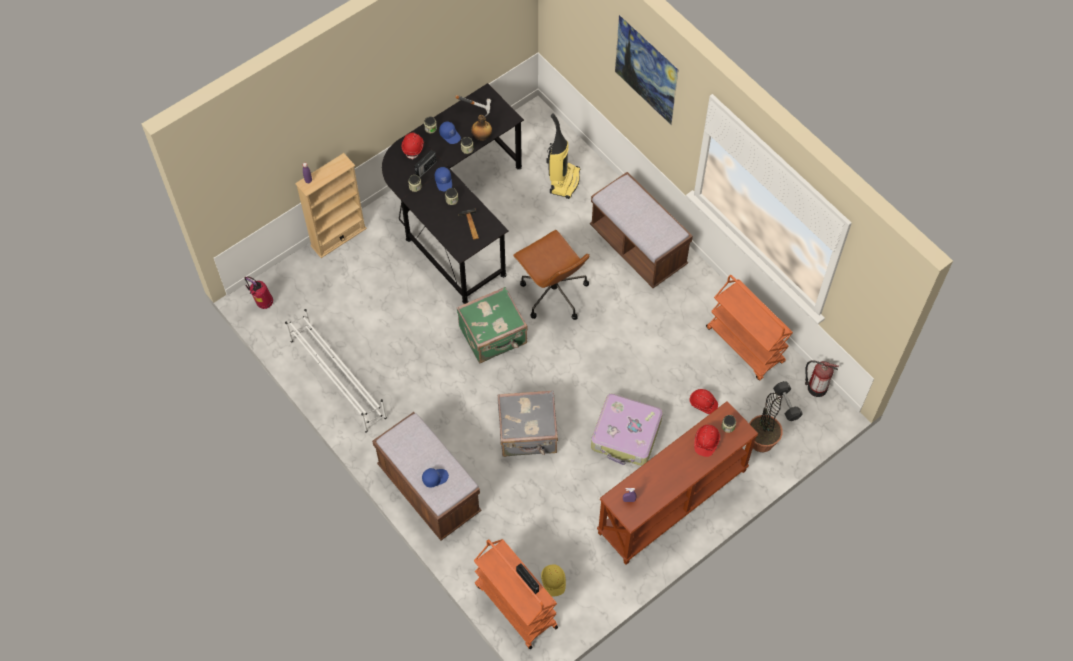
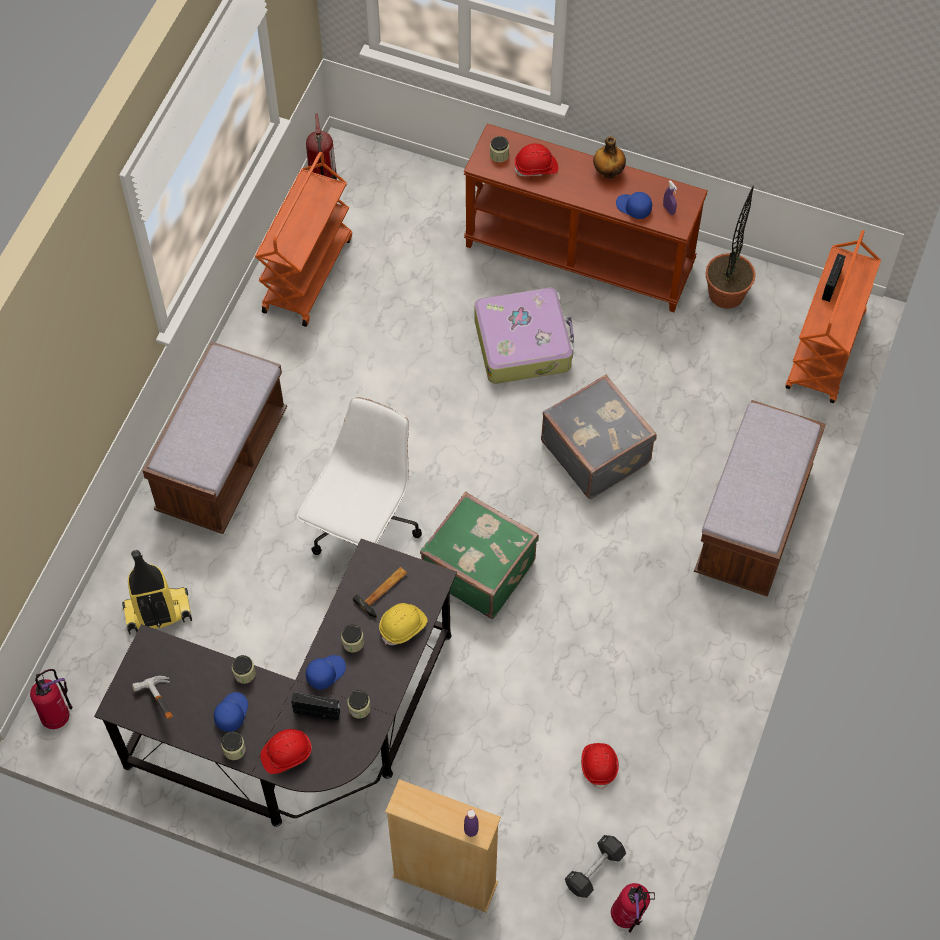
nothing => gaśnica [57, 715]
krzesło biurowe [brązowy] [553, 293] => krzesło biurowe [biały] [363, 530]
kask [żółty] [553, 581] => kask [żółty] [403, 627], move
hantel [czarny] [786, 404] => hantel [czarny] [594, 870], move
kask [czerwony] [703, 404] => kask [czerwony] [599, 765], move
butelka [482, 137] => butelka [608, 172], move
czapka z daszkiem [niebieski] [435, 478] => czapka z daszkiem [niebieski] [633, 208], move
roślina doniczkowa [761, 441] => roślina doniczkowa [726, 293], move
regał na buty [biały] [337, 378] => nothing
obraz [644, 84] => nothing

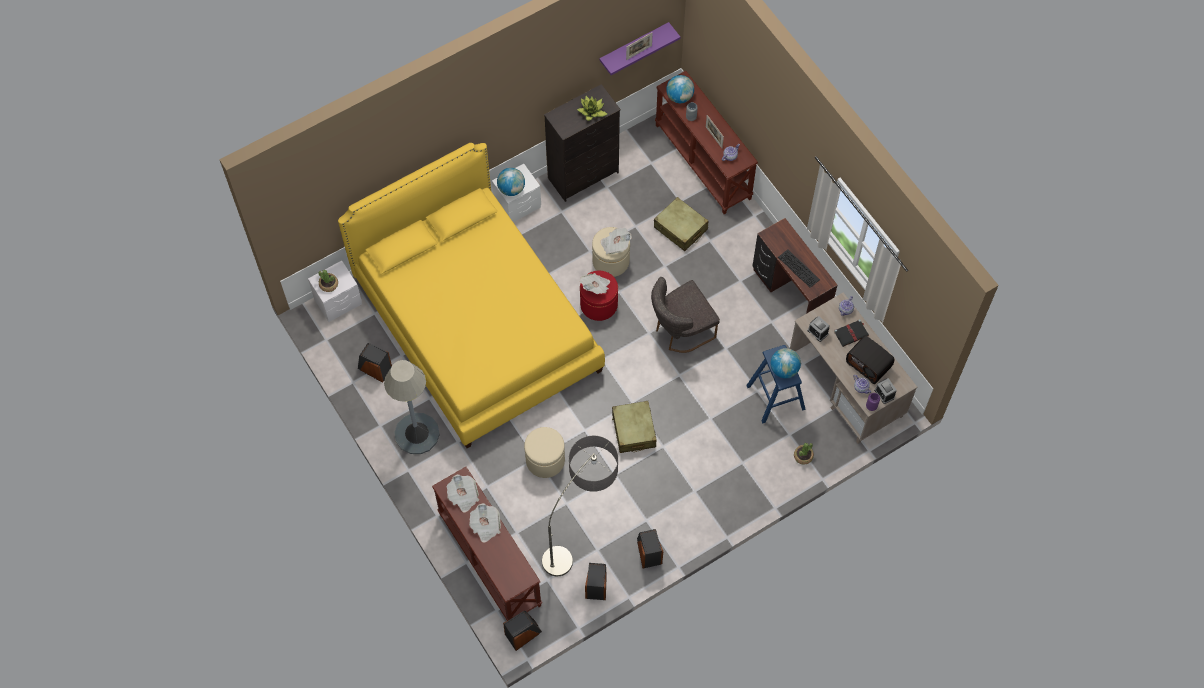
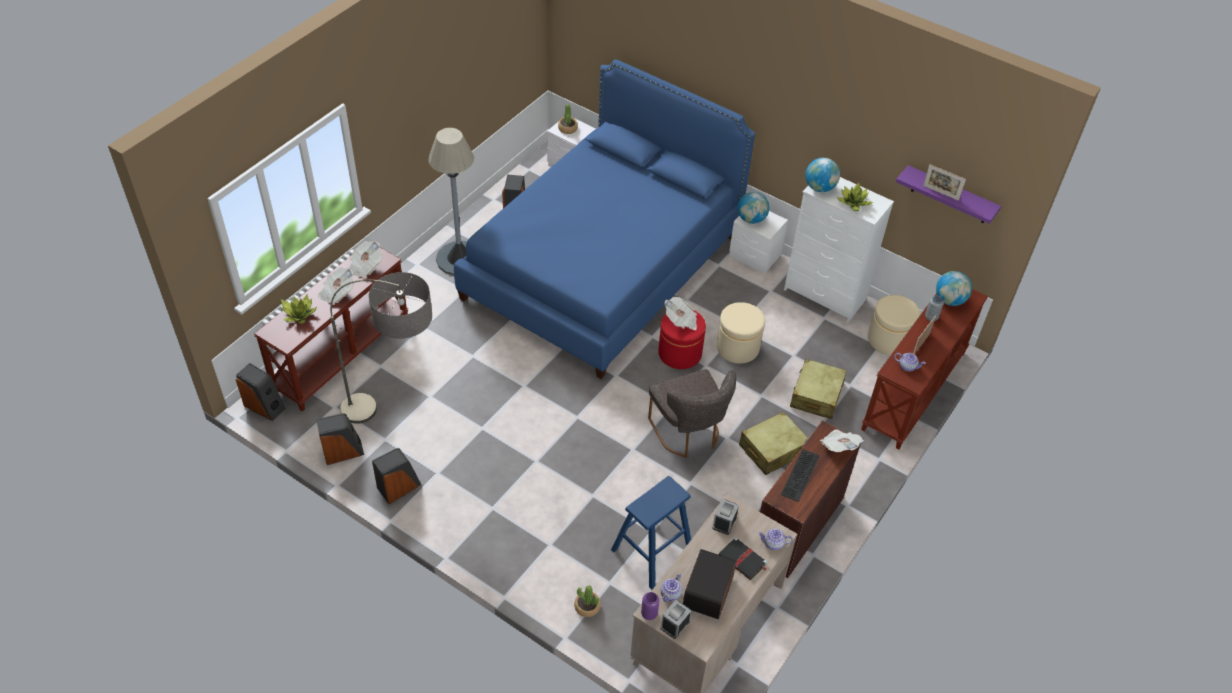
nothing => roślina doniczkowa [299, 314]
łóżko [żółty] [477, 324] => łóżko [niebieski] [602, 266]
krzesło [szary] [680, 331] => krzesło [szary] [688, 434], 150 degrees counterclockwise
walizka [beżowy] [633, 431] => walizka [beżowy] [772, 450], move
komoda [czarny] [584, 175] => komoda [biały] [825, 296]
globus [784, 369] => globus [820, 188], move
gazeta [615, 245] => gazeta [839, 446], move
pufa [beżowy] [545, 460] => pufa [beżowy] [888, 339], move

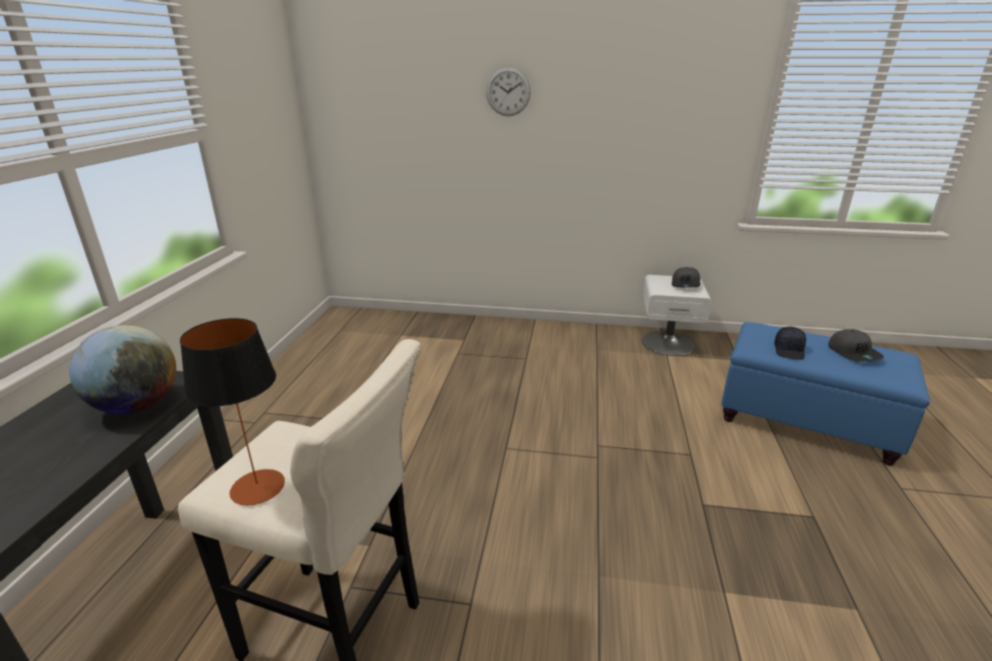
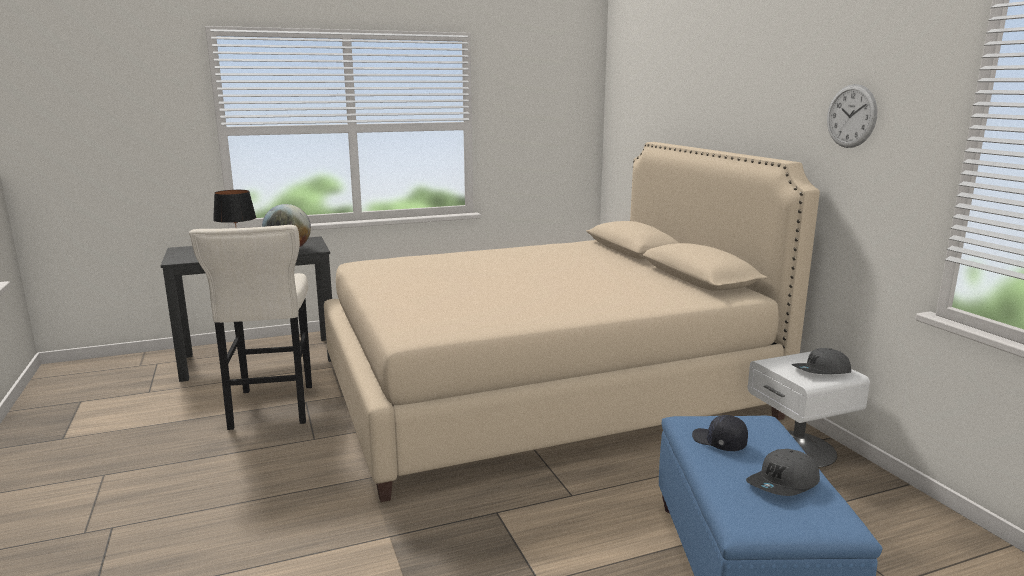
nothing => łóżko [beżowy] [541, 391]
czapka z daszkiem [czarny] [789, 351] => czapka z daszkiem [czarny] [718, 442], 60 degrees clockwise
zegar ścienny [508, 92] => zegar ścienny [851, 116], move

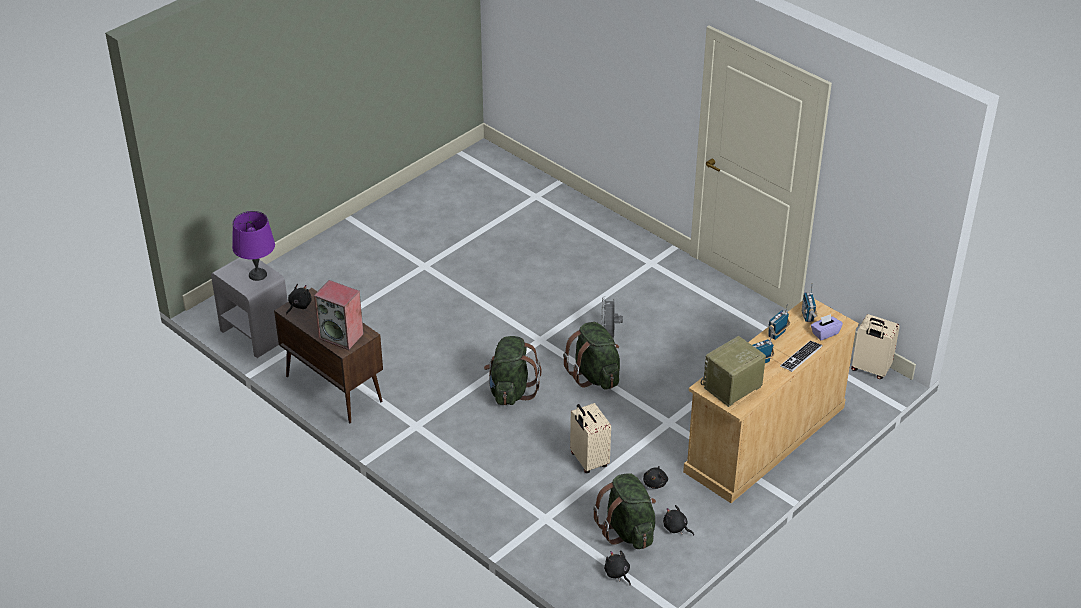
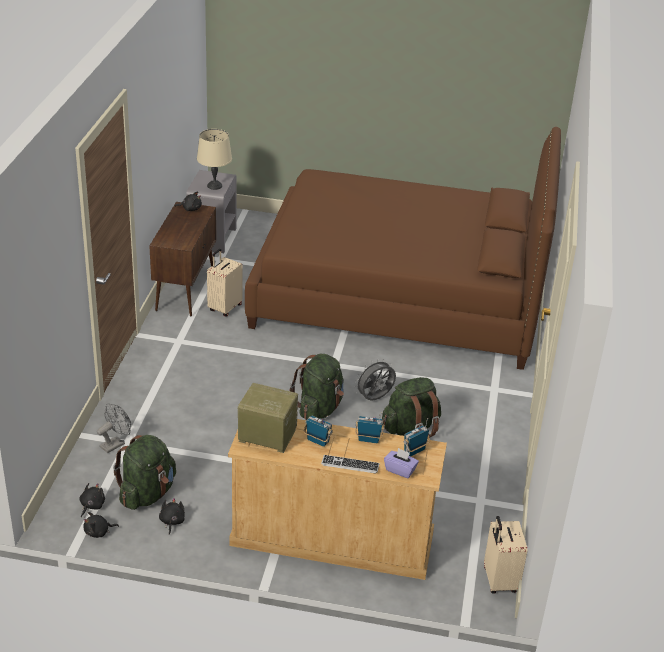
pluszak [czarny] [655, 482] => pluszak [czarny] [98, 532], move
nothing => wentylator [szary] [115, 443]
lampa stołowa [fioletowy] [257, 275] => lampa stołowa [beżowy] [214, 185]
walizka [beżowy] [588, 461] => walizka [beżowy] [224, 308], move
nothing => łóżko [brązowy] [399, 295]
plecak [zielony] [511, 391] => plecak [zielony] [410, 429], move
głośnik [342, 336] => nothing

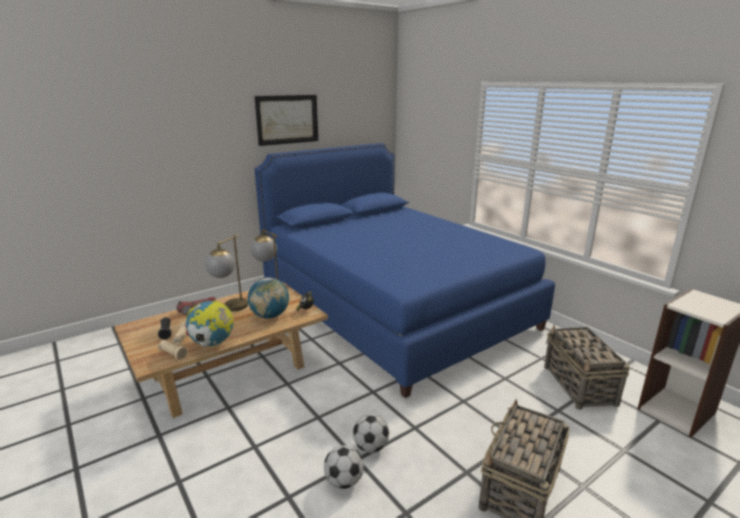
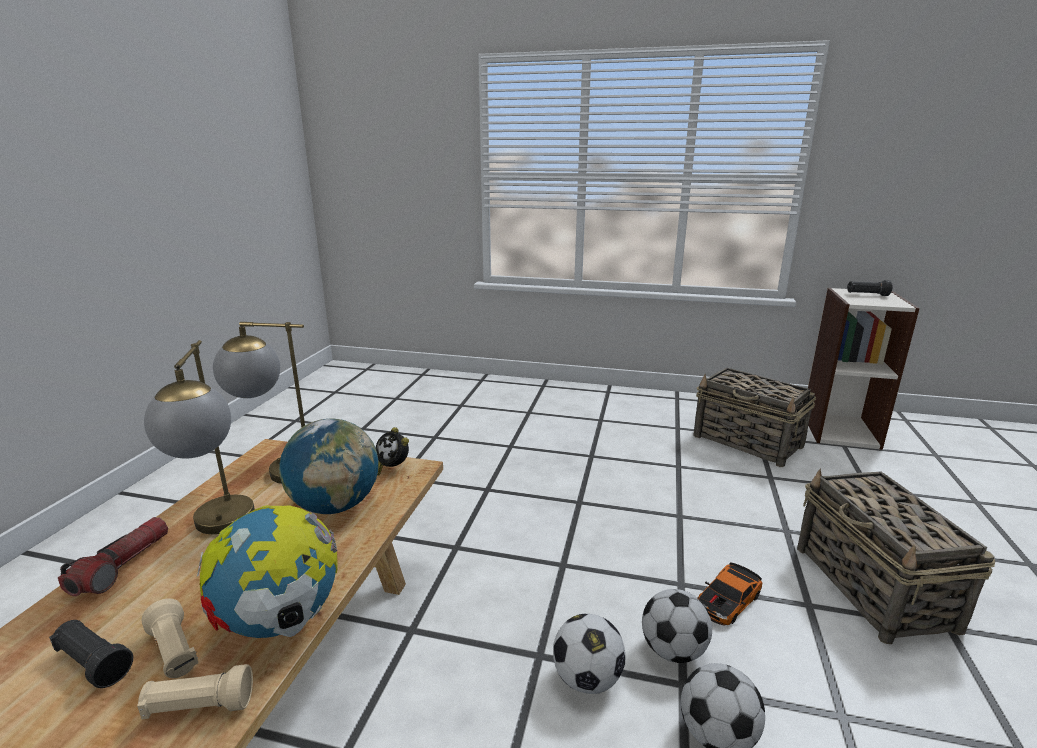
nothing => piłka futbolowa [587, 679]
nothing => samochodzik [728, 601]
nothing => latarka [czarny] [867, 295]
obraz [287, 119] => nothing
łóżko [niebieski] [393, 307] => nothing

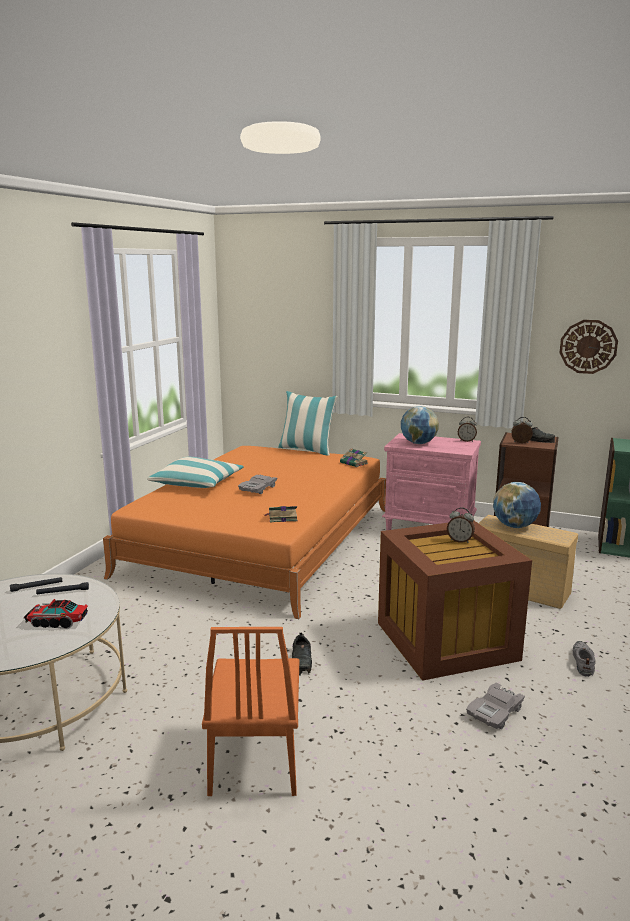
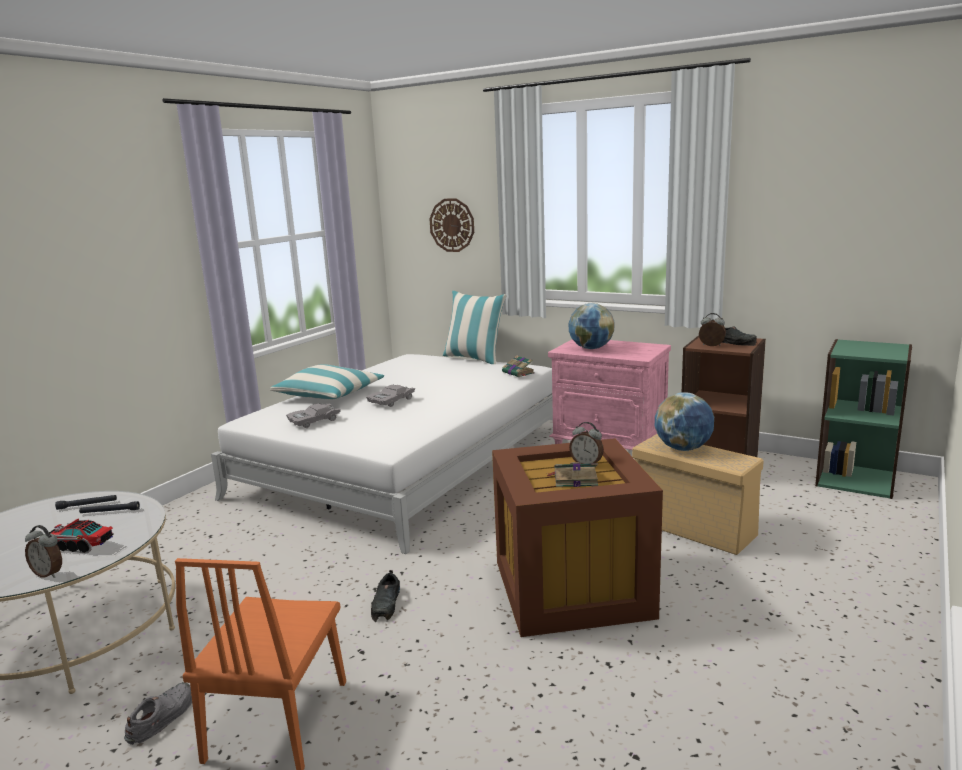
budzik [466, 441] => budzik [49, 573], move
but [szary] [583, 661] => but [szary] [162, 716], move
łóżko [pomarańczowy] [262, 541] => łóżko [biały] [406, 462]
samochodzik [szary] [495, 712] => samochodzik [szary] [314, 421], move
zegar ścienny [588, 346] => zegar ścienny [452, 225], move
książka [282, 517] => książka [574, 479], move

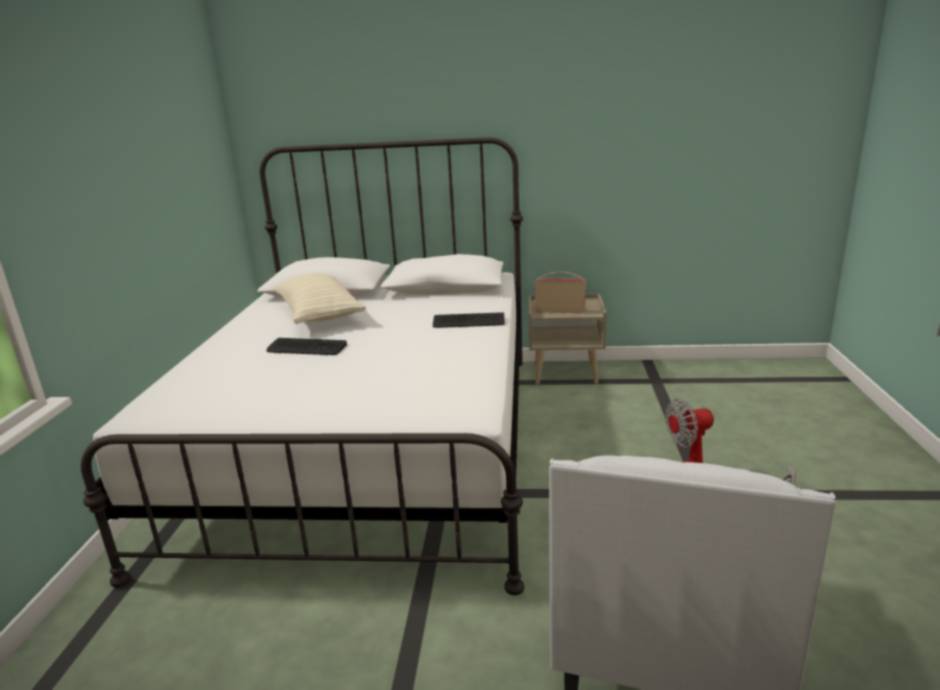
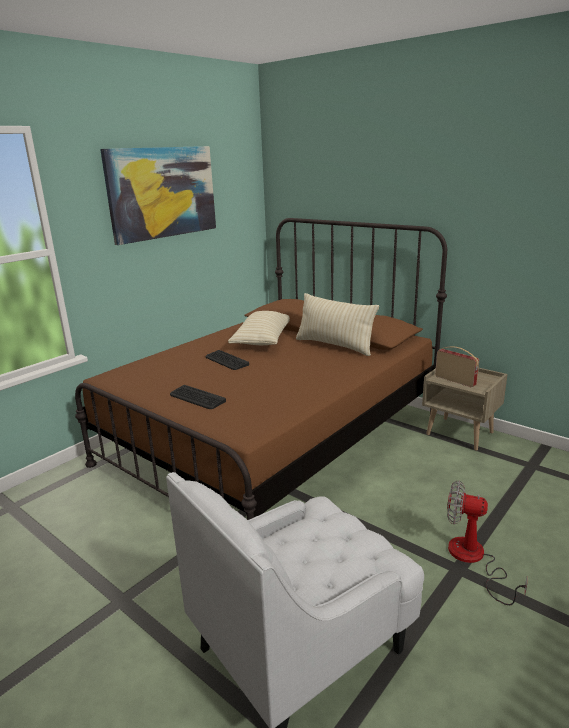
łóżko [biały] [372, 445] => łóżko [brązowy] [273, 438]
nothing => obraz [162, 192]
klawiatura [468, 322] => klawiatura [197, 398], move
nothing => poduszka [beżowy] [334, 345]

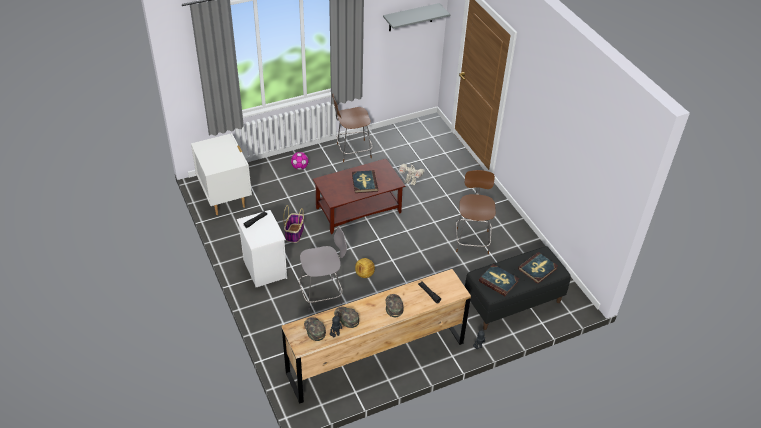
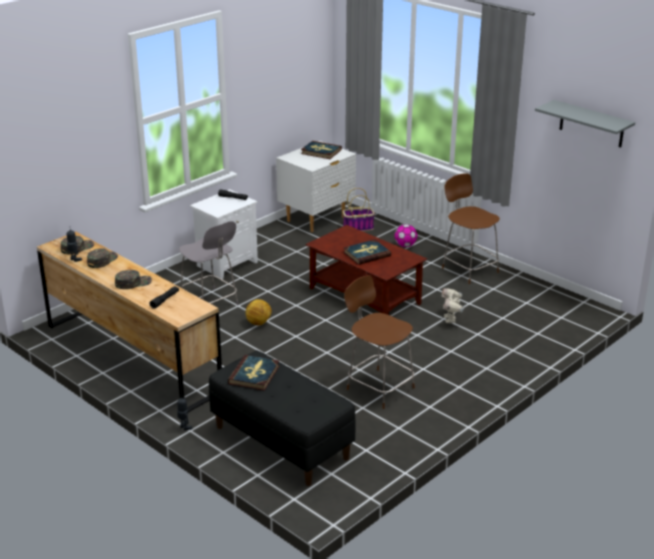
książka [537, 269] => książka [321, 152], move
koszyk [294, 233] => koszyk [358, 227], move
krzesło [brązowy] [472, 240] => krzesło [brązowy] [378, 387], 120 degrees counterclockwise

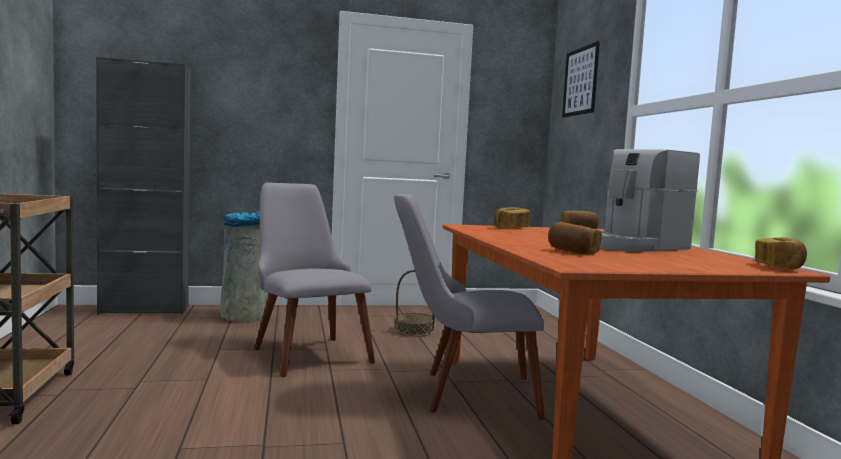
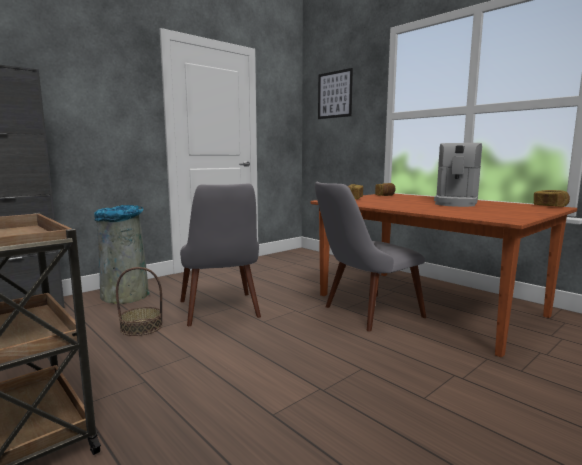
koszyk [414, 331] => koszyk [141, 327], move
krzesło [szary] [305, 351] => krzesło [szary] [222, 313], 135 degrees counterclockwise
chleb [572, 251] => nothing

